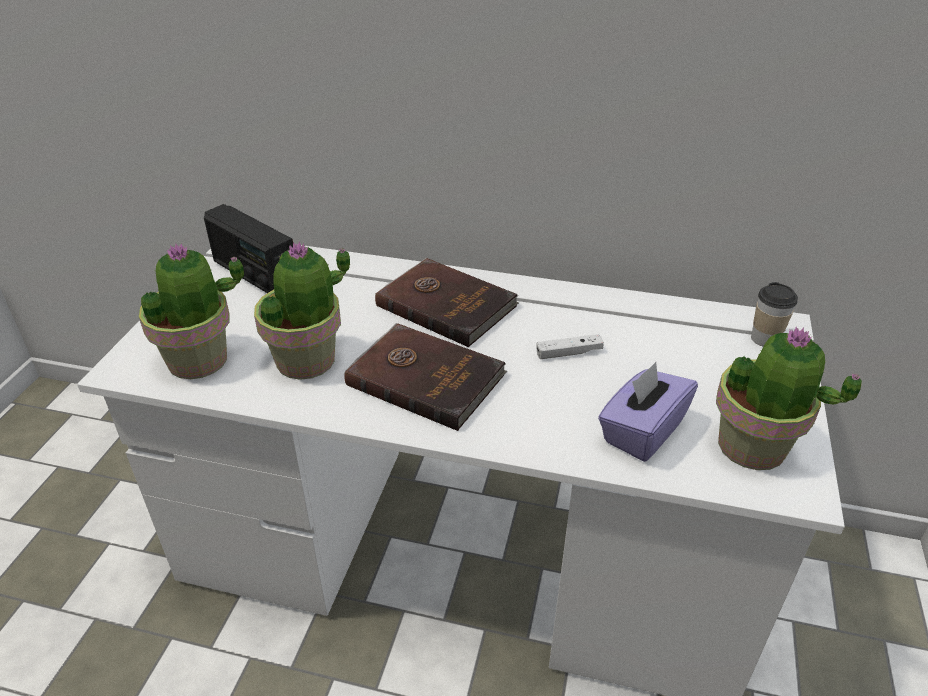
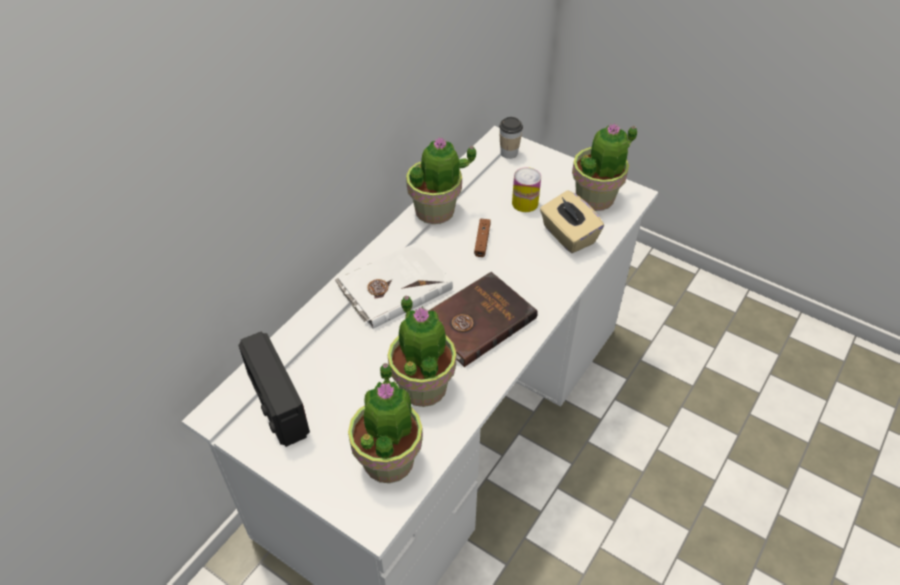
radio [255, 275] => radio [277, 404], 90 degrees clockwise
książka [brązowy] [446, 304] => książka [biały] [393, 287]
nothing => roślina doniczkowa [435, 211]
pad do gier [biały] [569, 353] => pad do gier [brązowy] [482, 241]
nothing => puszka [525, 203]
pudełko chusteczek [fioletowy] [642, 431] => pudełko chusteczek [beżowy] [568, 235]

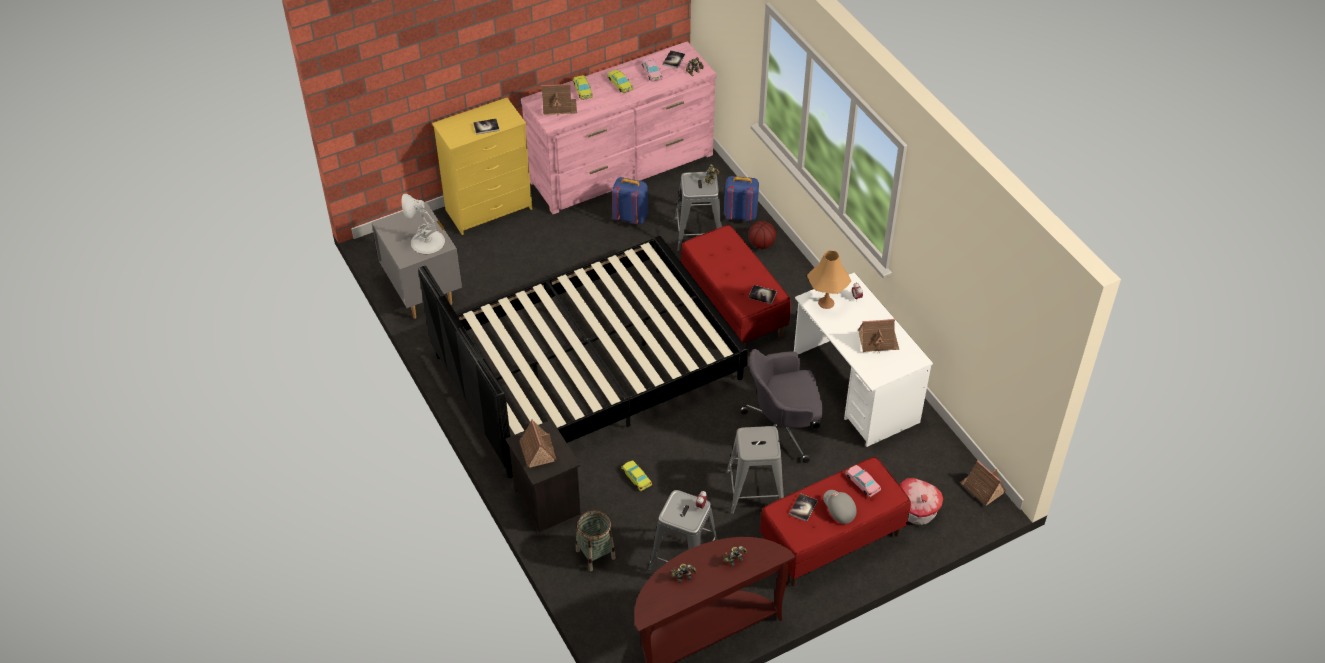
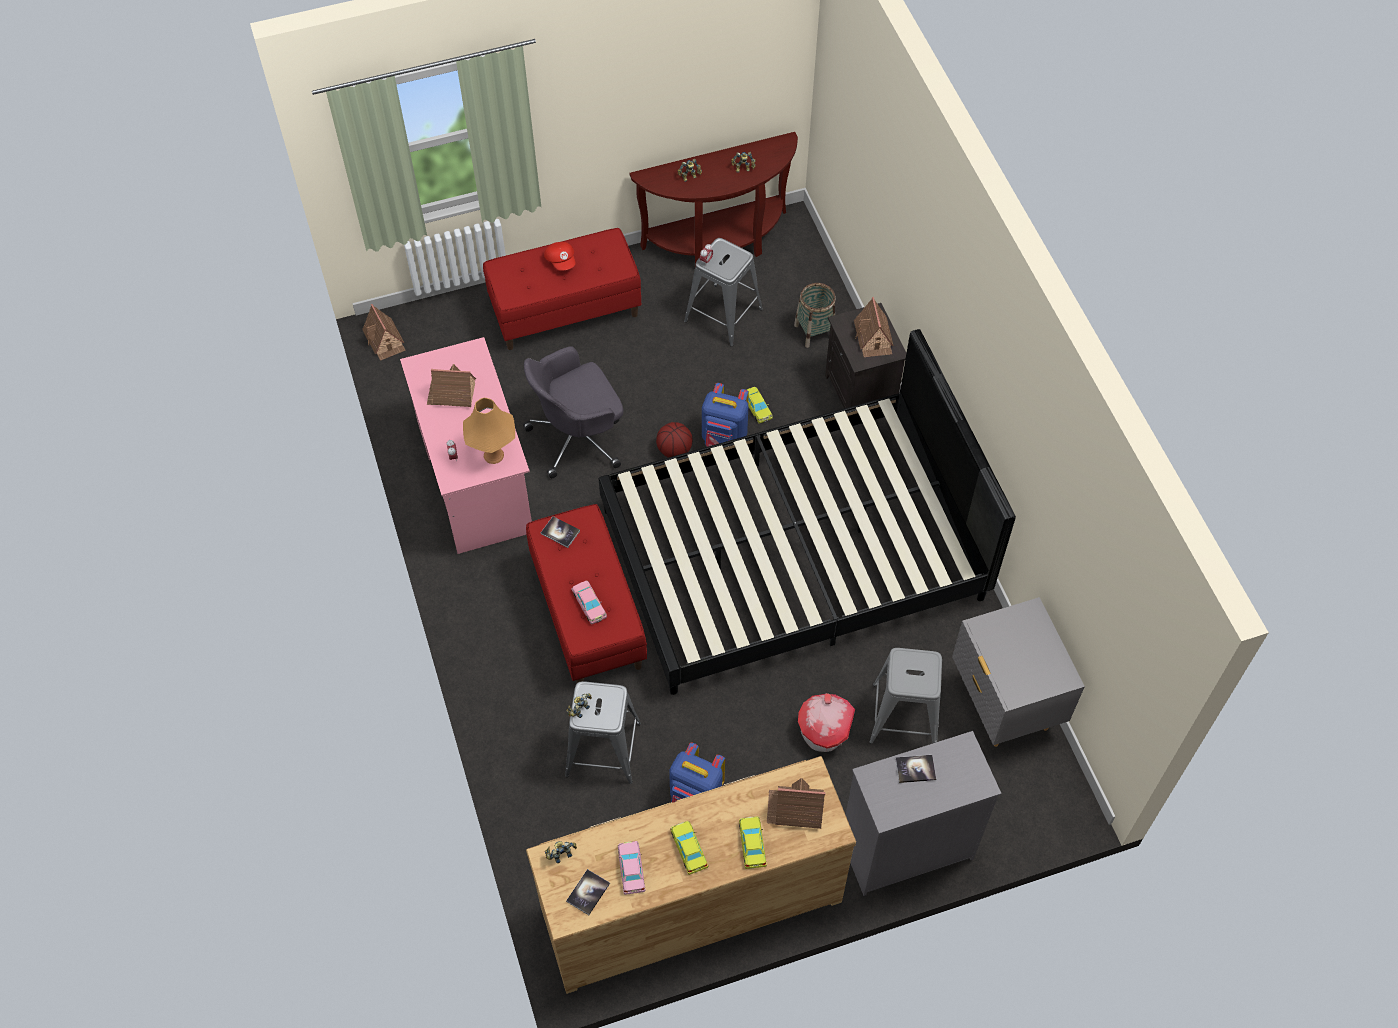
biurko [biały] [855, 389] => biurko [różowy] [474, 476]
krzesło biurowe [szary] [782, 430] => krzesło biurowe [szary] [578, 437], 150 degrees clockwise
komoda [różowy] [622, 168] => komoda [brązowy] [690, 904]
czapka z daszkiem [szary] [838, 510] => czapka z daszkiem [czerwony] [561, 261]
samochodzik [różowy] [862, 482] => samochodzik [różowy] [589, 604], move
piłka do koszykówki [762, 244] => piłka do koszykówki [674, 450], move
plecak [niebieski] [740, 215] => plecak [niebieski] [724, 439], move
domek [917, 511] => domek [824, 731], move
komoda [żółty] [490, 209] => komoda [szary] [905, 848]
stołek [szary] [754, 491] => stołek [szary] [905, 716], move
lampa stołowa [biały] [426, 242] => nothing
książka [803, 508] => nothing

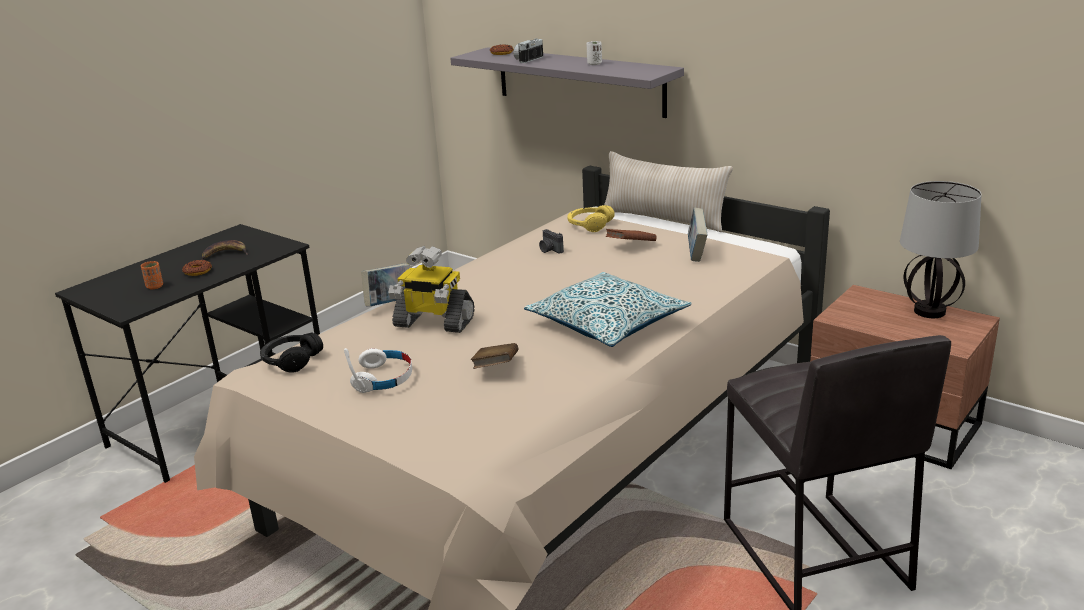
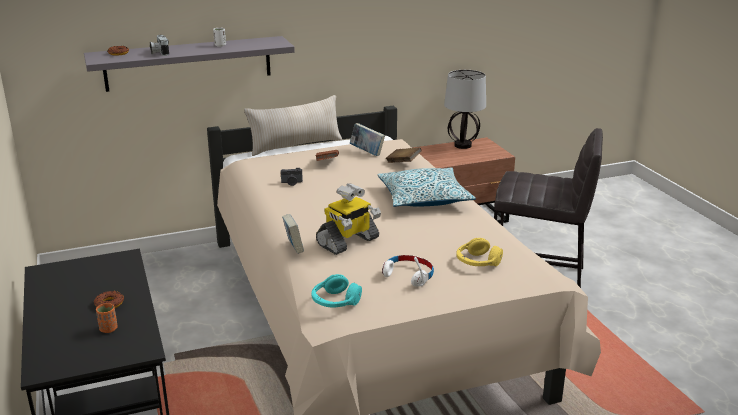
słuchawki [czarny] [291, 360] => słuchawki [turkusowy] [335, 301]
książka [brązowy] [496, 368] => książka [brązowy] [403, 162], move
słuchawki [żółty] [589, 225] => słuchawki [żółty] [477, 262], move
banan [226, 254] => nothing

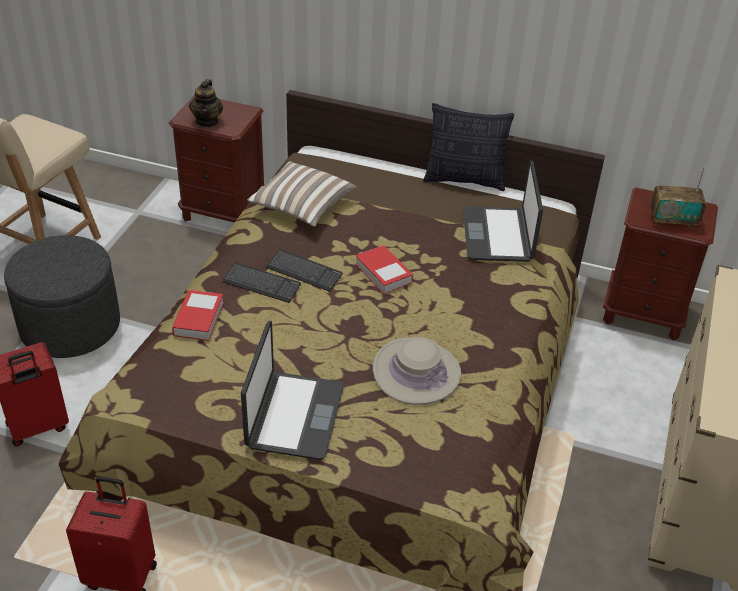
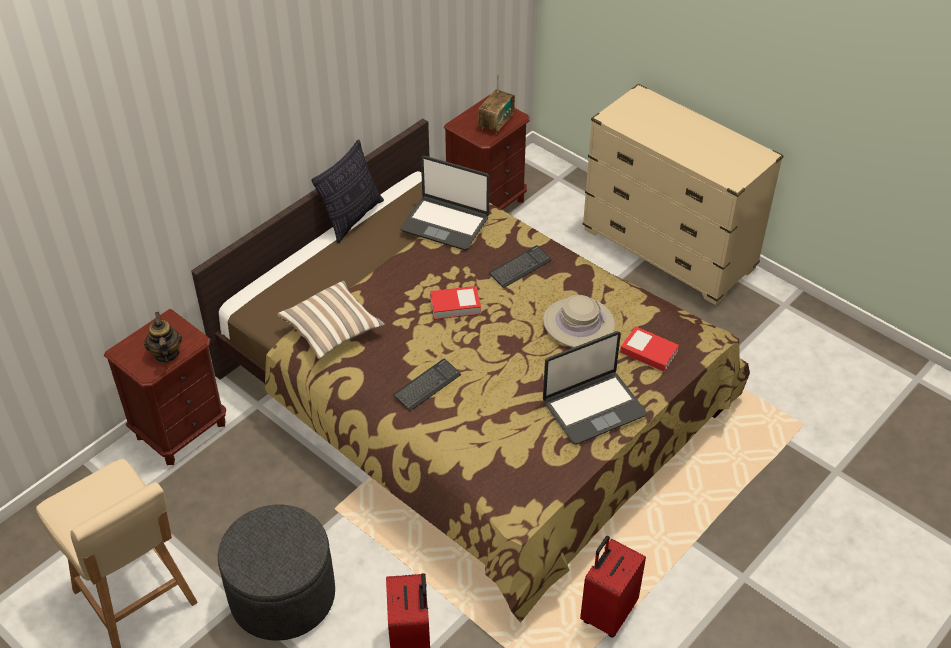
imbryk [207, 121] => imbryk [166, 354], 135 degrees counterclockwise
klawiatura [304, 272] => klawiatura [520, 268], move
laptop [294, 416] => laptop [593, 408], 120 degrees clockwise
książka [199, 319] => książka [648, 352], move

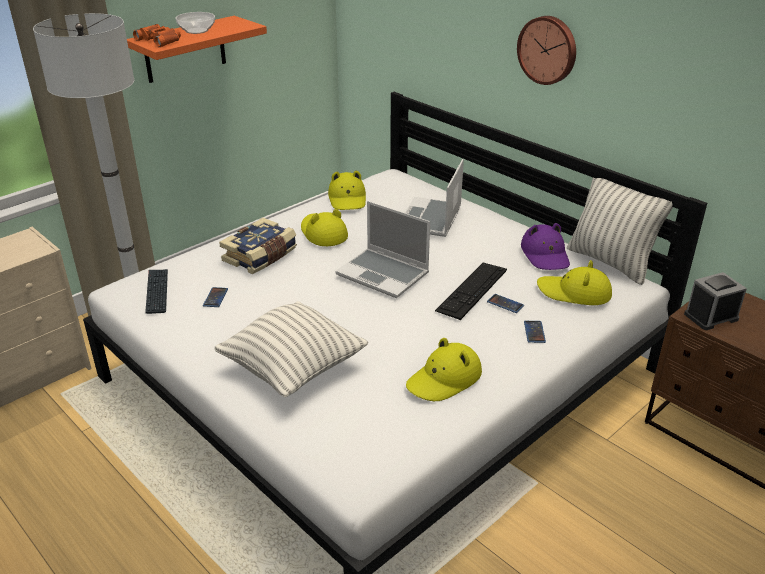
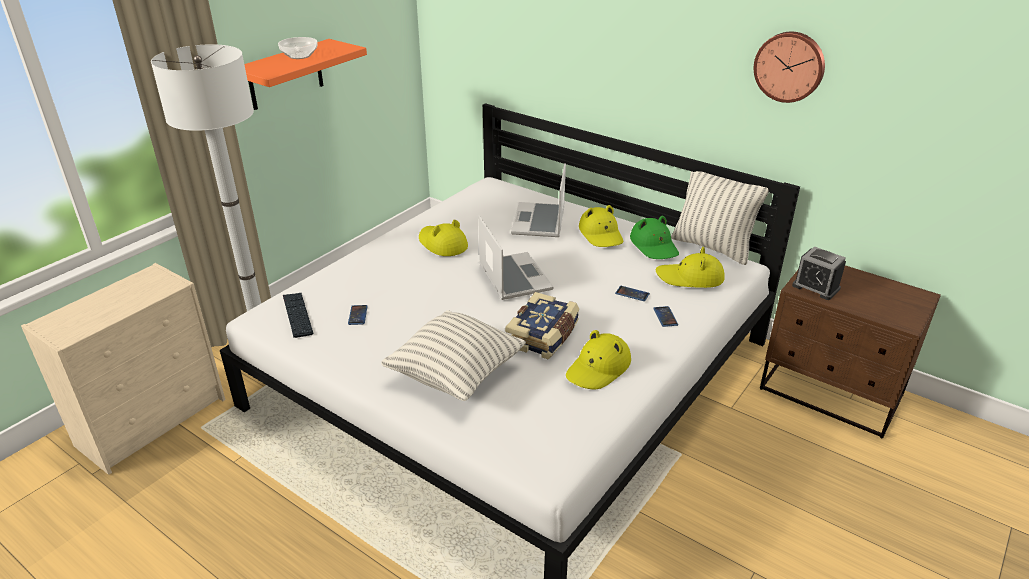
laptop [384, 274] => laptop [513, 277], 135 degrees counterclockwise
książka [261, 256] => książka [544, 336], move
kapelusz [żółty] [347, 199] => kapelusz [żółty] [601, 234], move
kapelusz [fioletowy] [545, 255] => kapelusz [zielony] [654, 246]
zegar ścienny [548, 49] => zegar ścienny [789, 66], move
budzik [711, 317] => budzik [816, 287], 105 degrees counterclockwise
lornetka [pomarańczowy] [160, 40] => nothing
klawiatura [472, 290] => nothing

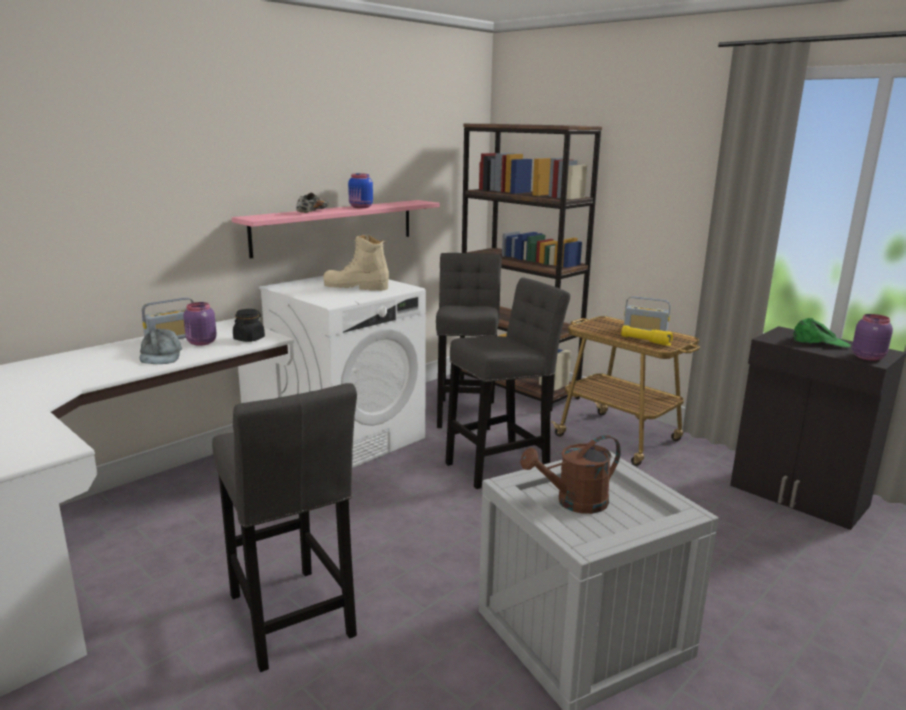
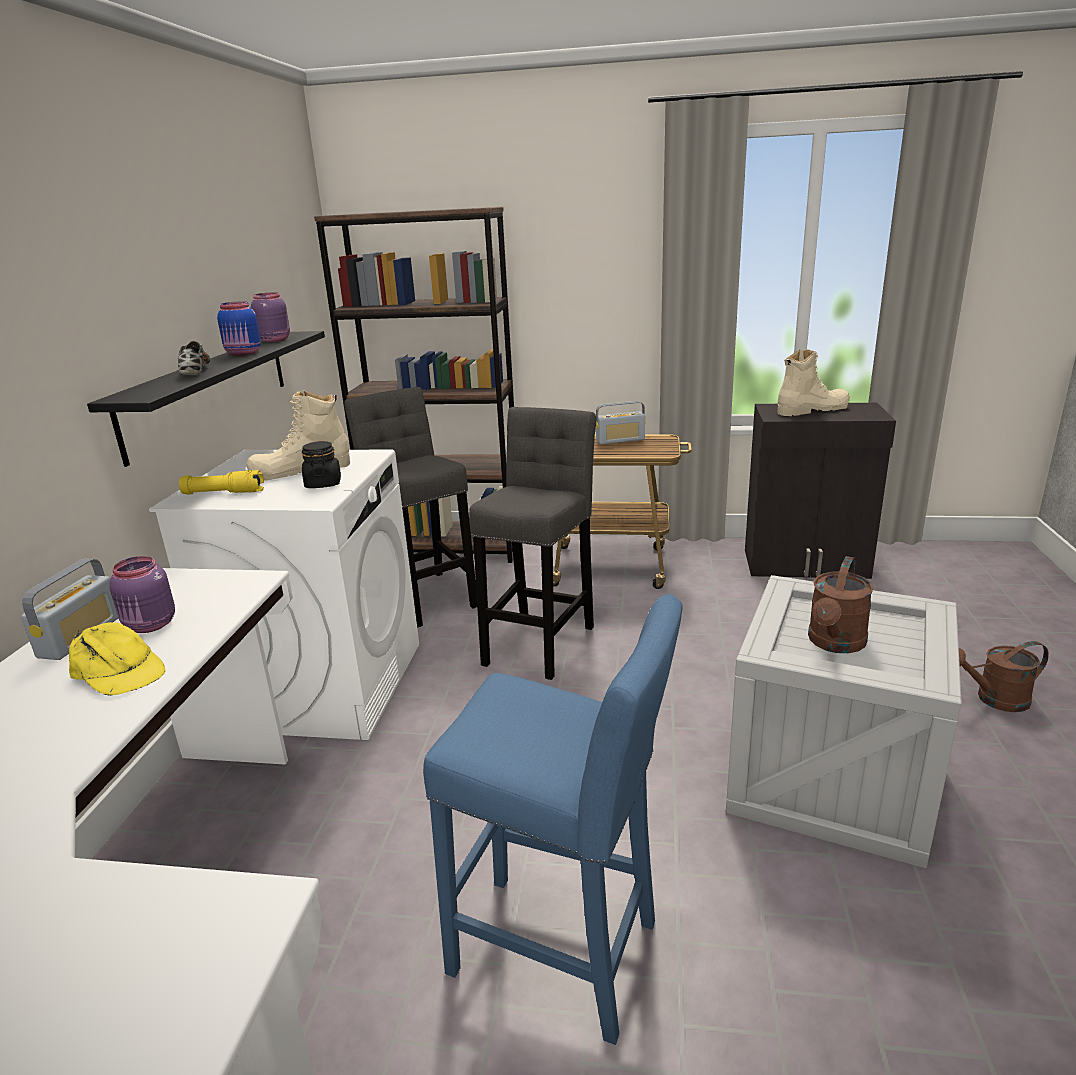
czapka z daszkiem [szary] [161, 355] => czapka z daszkiem [żółty] [118, 671]
półka [różowy] [335, 227] => półka [czarny] [210, 390]
latarka [żółty] [645, 341] => latarka [żółty] [223, 493], move
słoik [fioletowy] [868, 357] => słoik [fioletowy] [275, 340], move
słoik [czarny] [249, 339] => słoik [czarny] [323, 484], move
stołek [szary] [291, 621] => stołek [niebieski] [563, 954]
czapka z daszkiem [zielony] [820, 342] => but z cholewką [beżowy] [812, 410]
nothing => konewka [brązowy] [994, 700]

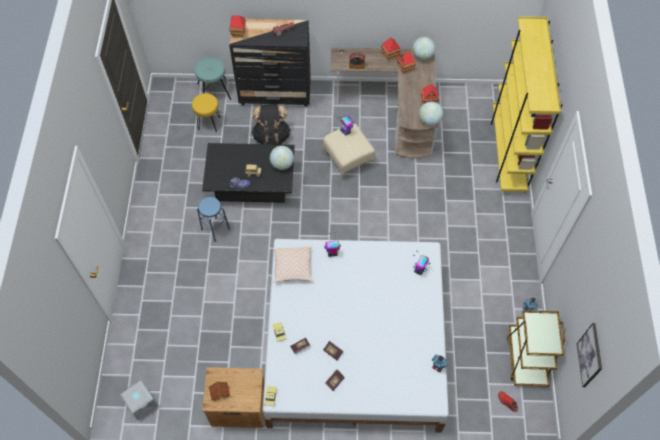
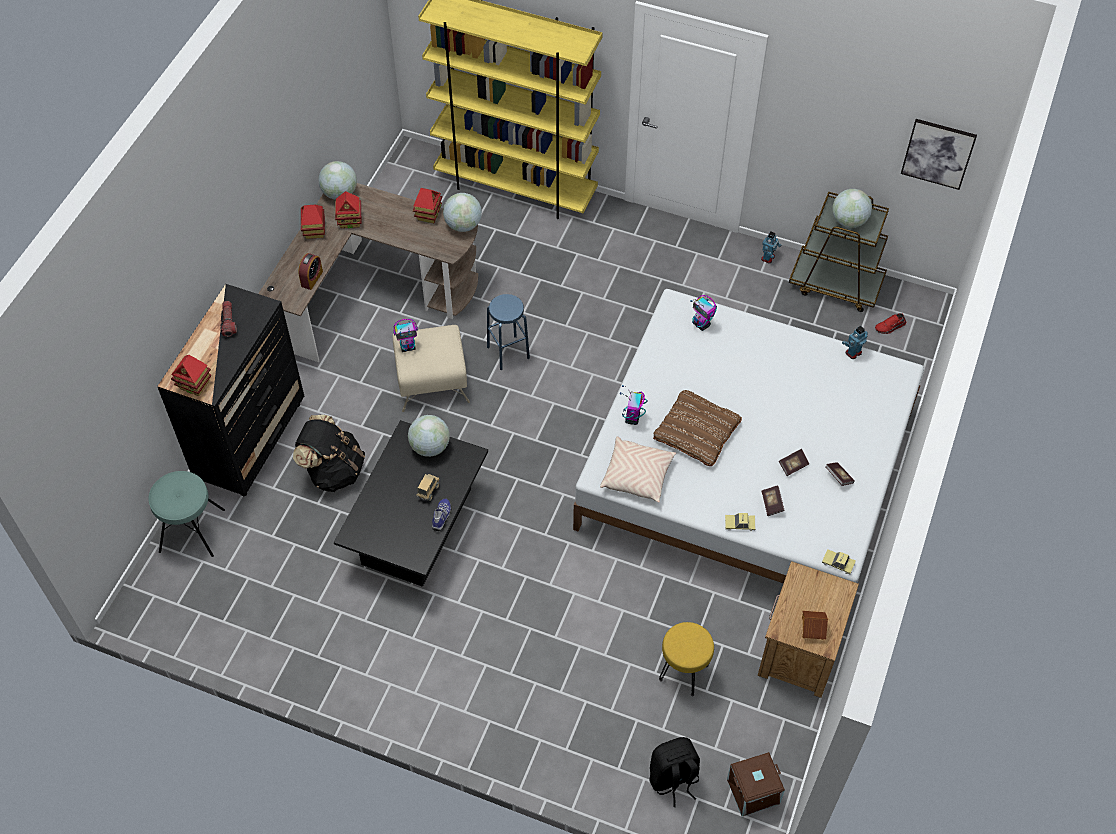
stołek [niebieski] [215, 229] => stołek [niebieski] [508, 352], move
nothing => plecak [czarny] [673, 779]
nothing => poduszka [brązowy] [696, 431]
stołek [żółty] [209, 123] => stołek [żółty] [683, 672], move
pojemnik do przechowywania [szary] [141, 403] => pojemnik do przechowywania [brązowy] [753, 792]
nothing => globus [849, 221]

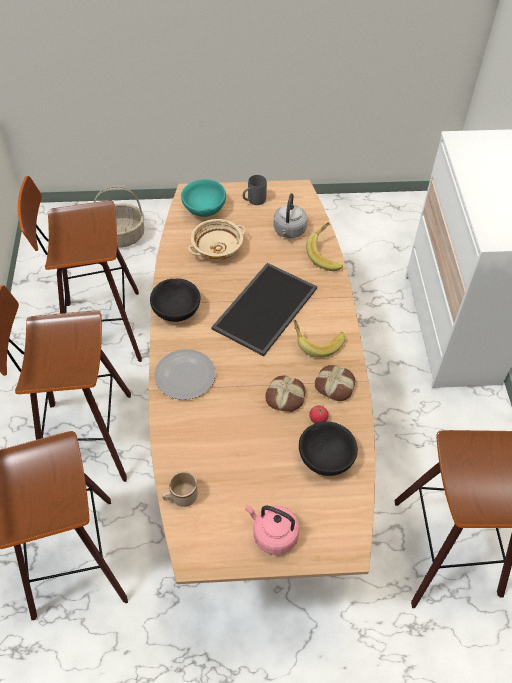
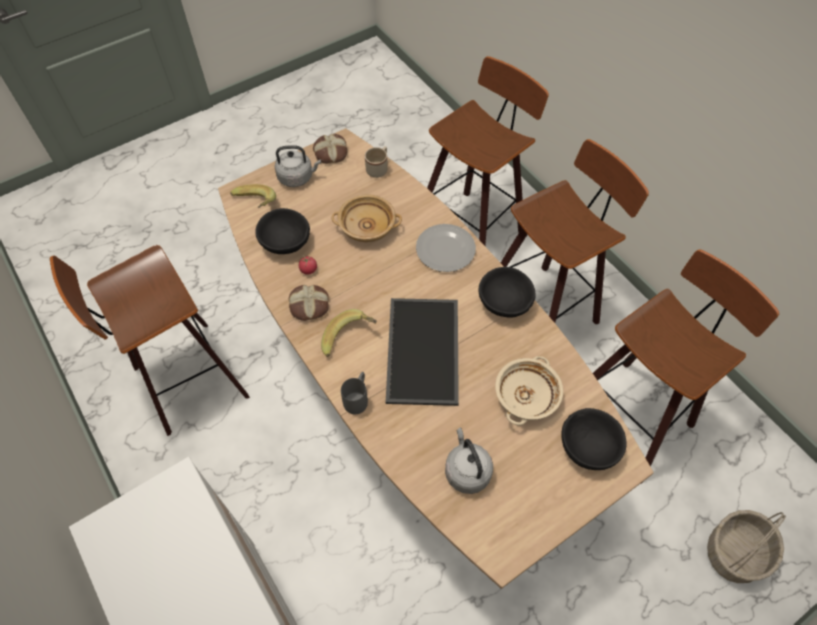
banan [326, 255] => banan [254, 206], move
czajnik [różowy] [273, 534] => czajnik [szary] [297, 177]
chleb [286, 397] => chleb [330, 152], move
nothing => miska [beżowy] [366, 228]
kubek [szary] [253, 201] => kubek [szary] [357, 398], move
miska [turkusowy] [204, 208] => miska [czarny] [588, 447]

